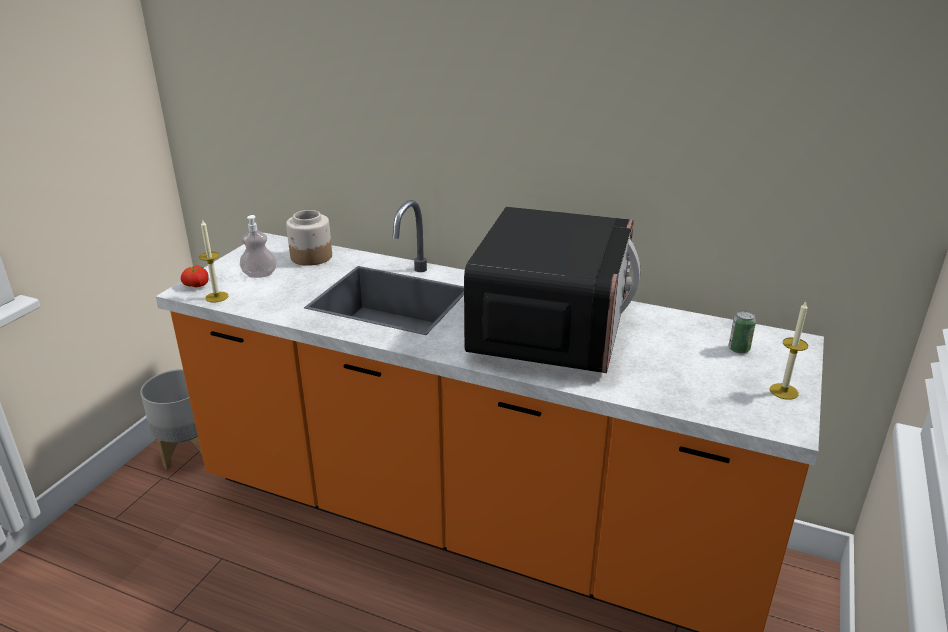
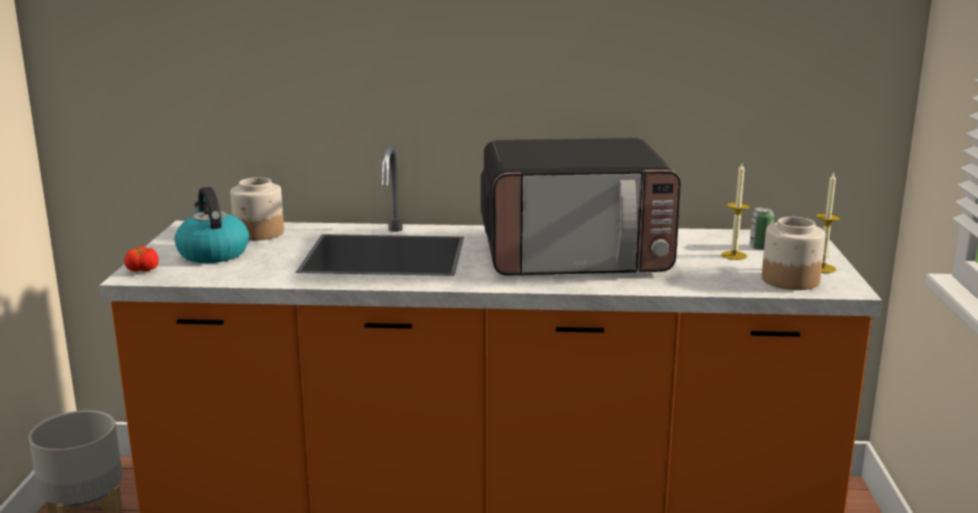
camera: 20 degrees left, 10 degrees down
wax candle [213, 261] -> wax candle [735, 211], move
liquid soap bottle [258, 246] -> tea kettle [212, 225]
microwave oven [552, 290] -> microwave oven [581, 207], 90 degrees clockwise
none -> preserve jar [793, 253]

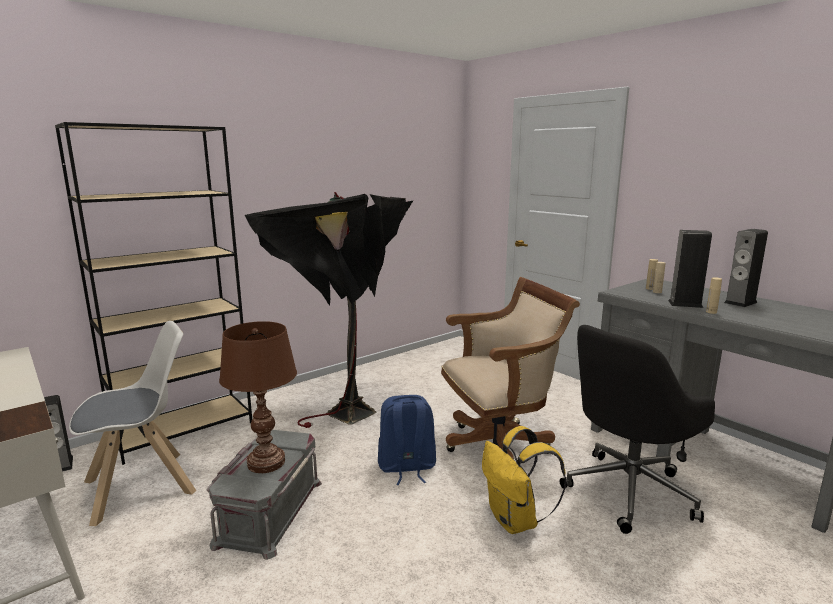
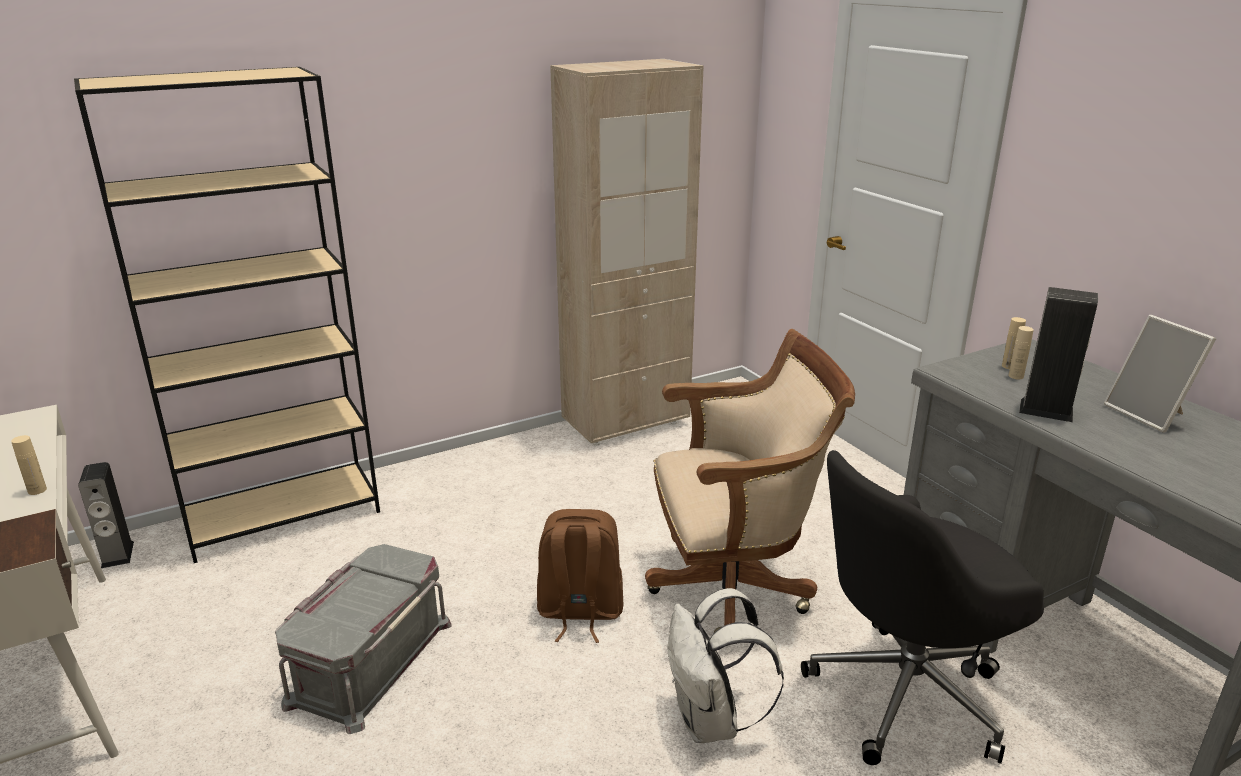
camera: 10 degrees right, 10 degrees up
plain chair [133, 423] -> none
brown-coloured tabletop lamp [258, 397] -> none
black standing lamp [329, 310] -> none
bluish rucksack [407, 440] -> brown-coloured rucksack [580, 576]
yellowish rucksack [524, 480] -> whitish rucksack [725, 665]
beige-coloured bottle [714, 295] -> beige-coloured bottle [29, 465], move
audio speaker [746, 268] -> standing frame [1160, 374]
none -> beige-coloured cabinet [627, 252]

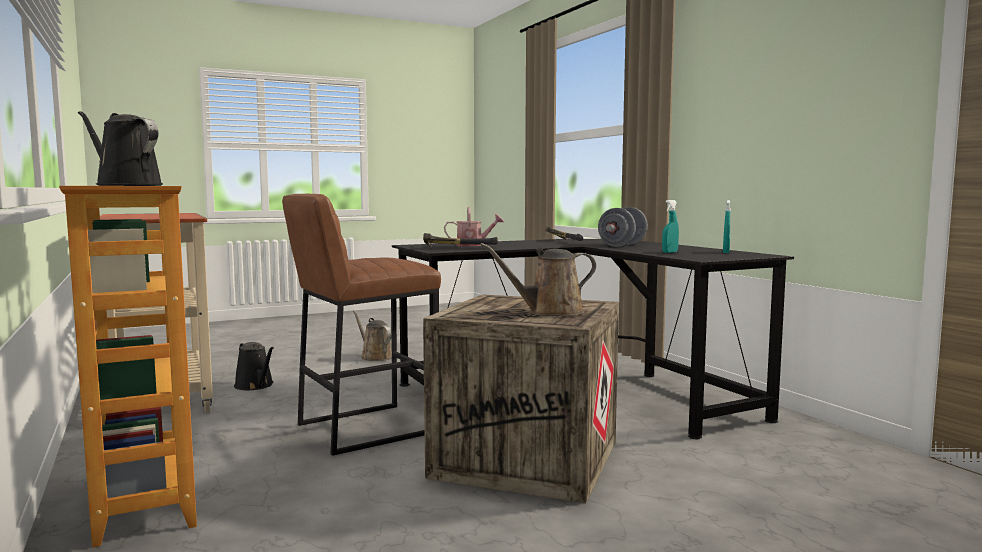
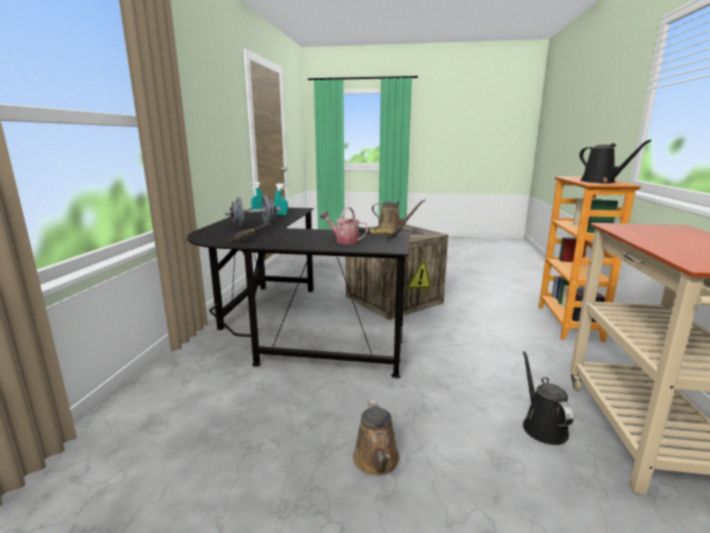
camera: 145 degrees left, 10 degrees up
brown-coloured stool seat [361, 325] -> none

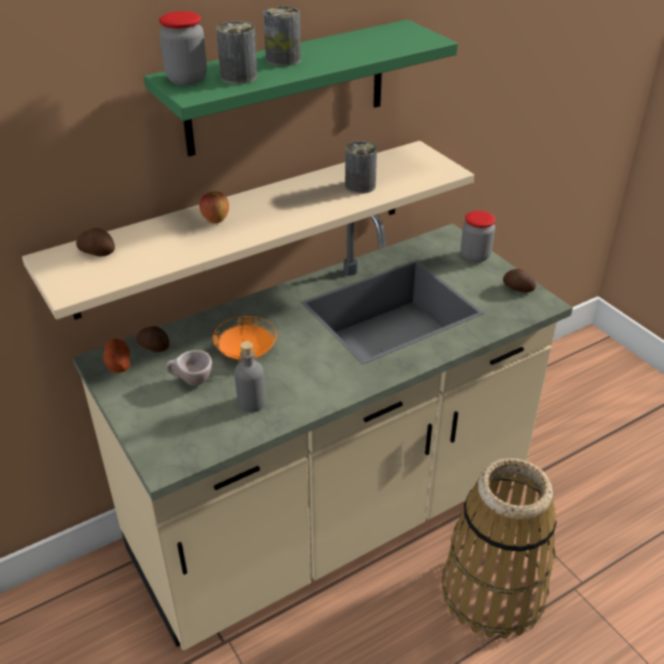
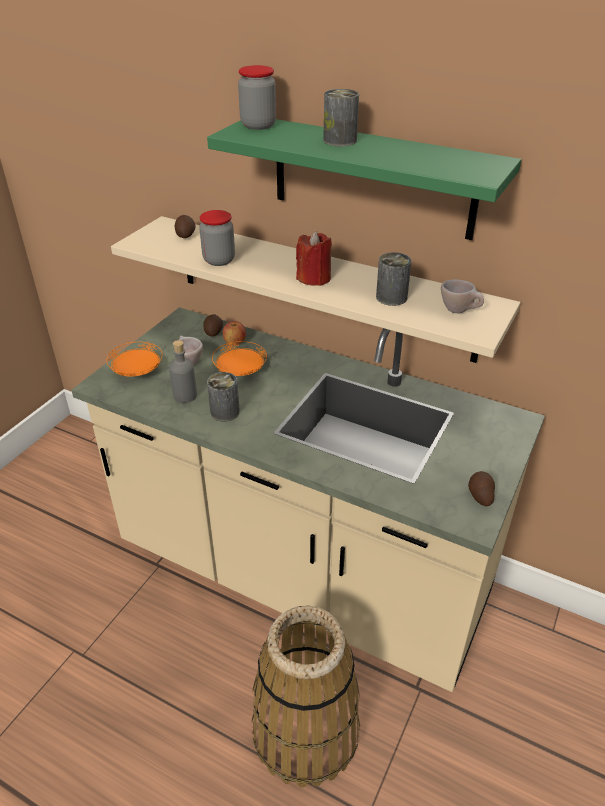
camera: 60 degrees right, 0 degrees up
spud [116, 356] -> none
apple fruit [214, 207] -> apple fruit [234, 333], move
metal can [236, 52] -> metal can [223, 397], move
preserve jar [478, 236] -> preserve jar [217, 238], move
none -> orange flat dish [134, 359]
none -> red-coloured wax candle [314, 258]
none -> beige-coloured cup [462, 296]

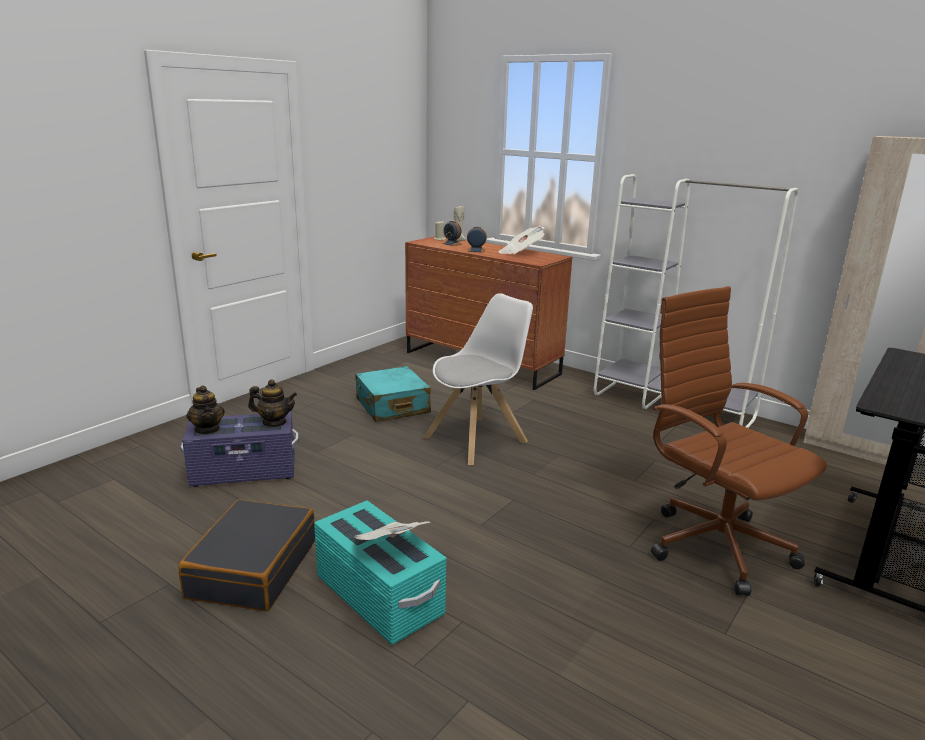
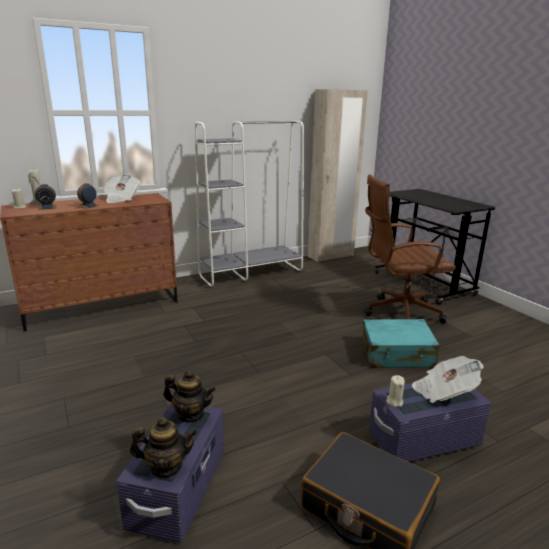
camera: 65 degrees left, 0 degrees up
pot for tea [272, 403] -> pot for tea [190, 396], 75 degrees clockwise
turquoise-coloured storage bin [380, 573] -> purple-coloured storage bin [430, 422]
turquoise-coloured travel case [393, 394] -> turquoise-coloured travel case [401, 343], move
plain chair [478, 379] -> none
none -> beige-coloured wax candle [395, 391]

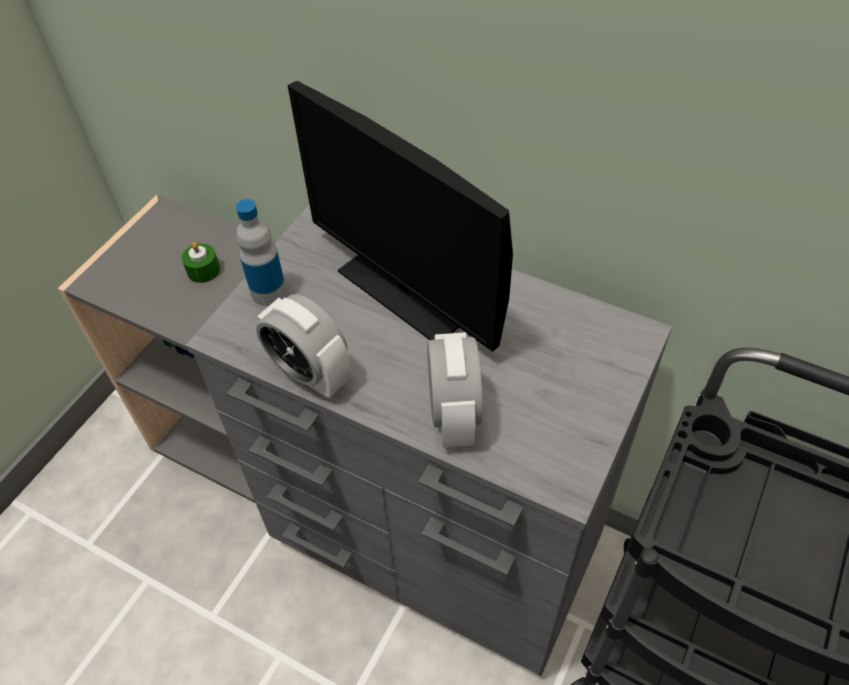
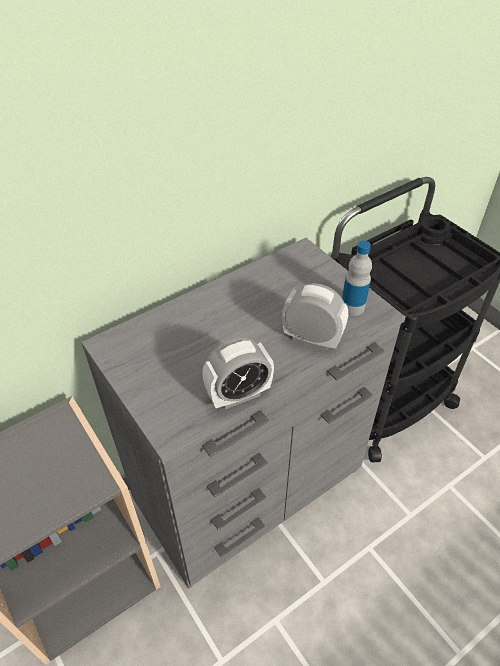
camera: 65 degrees left, 5 degrees down
greenish wax candle [201, 262] -> none
bottle [261, 252] -> bottle [357, 278], move
monitor [400, 216] -> none

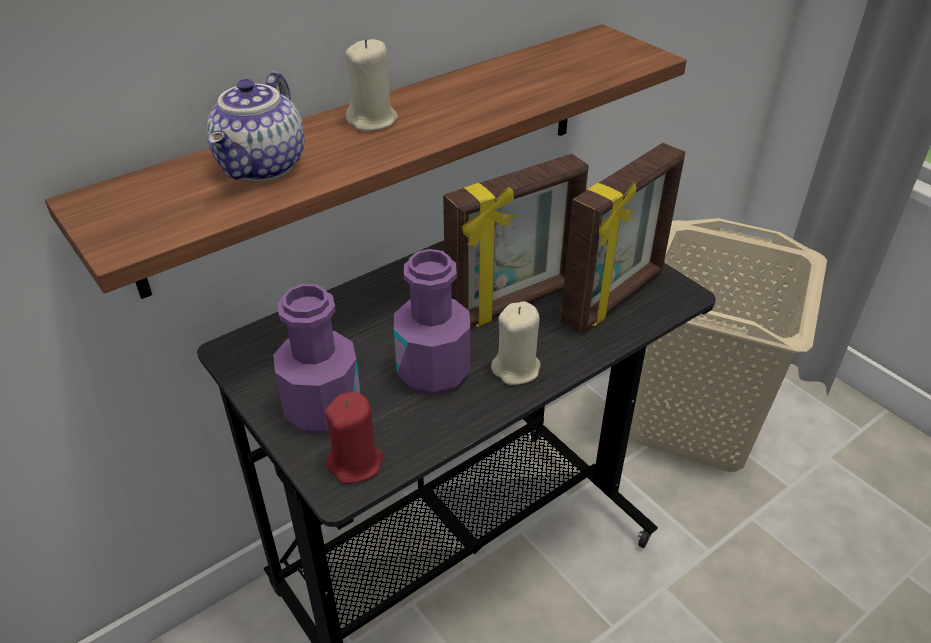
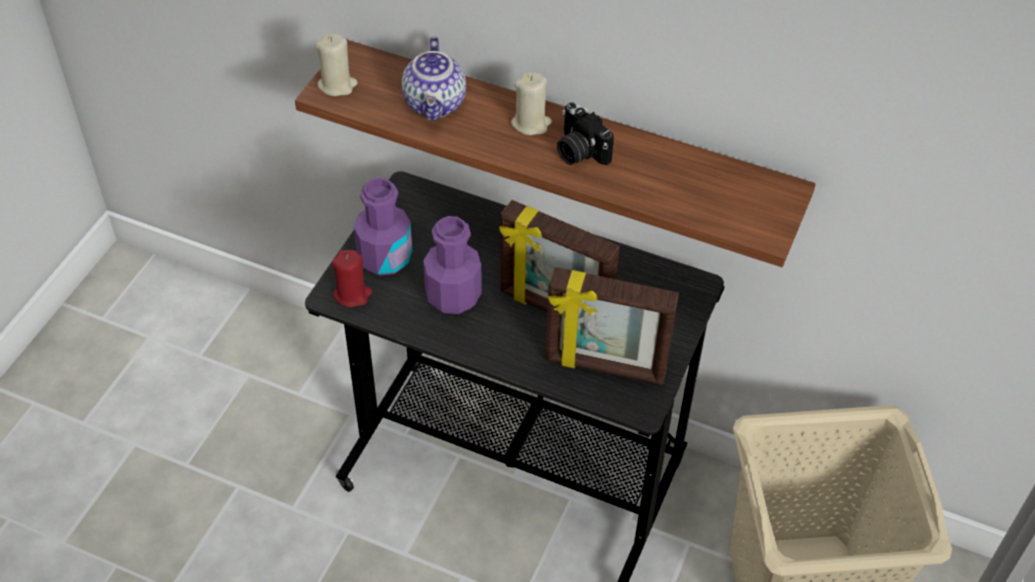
camera: 60 degrees right, 10 degrees up
pot for tea [255, 126] -> pot for tea [434, 78], 75 degrees counterclockwise
beige-coloured wax candle [516, 343] -> beige-coloured wax candle [337, 65], move
none -> photo camera [585, 133]

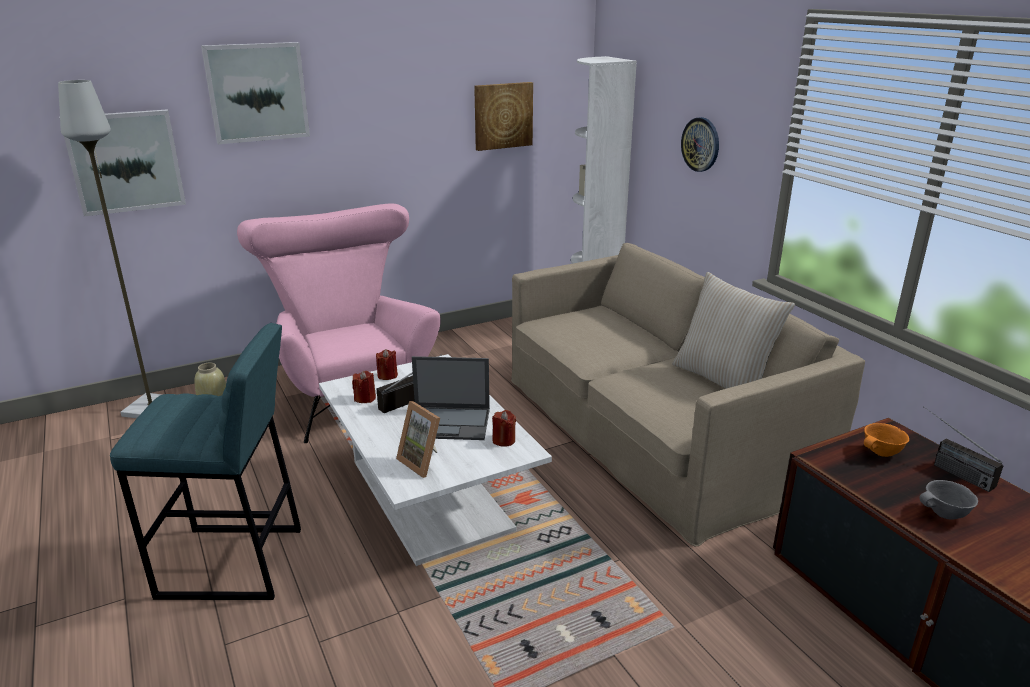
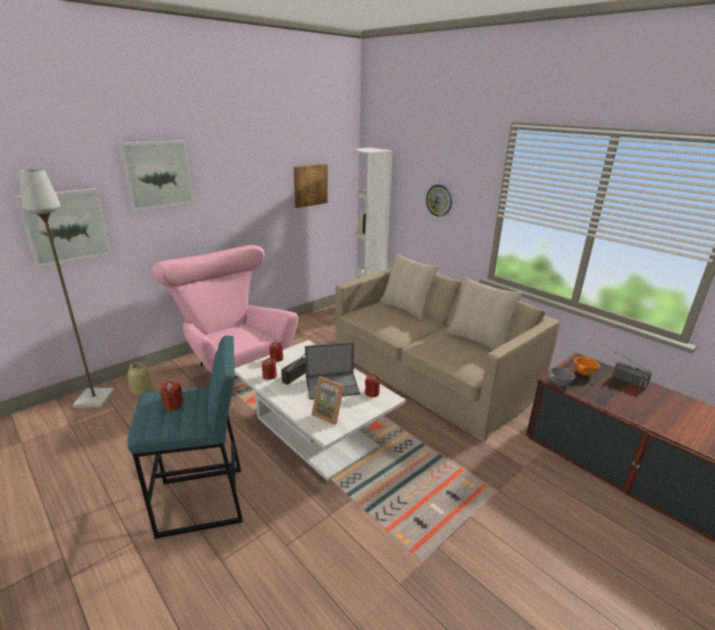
camera: 15 degrees left, 0 degrees up
grey bowl [948, 500] -> grey bowl [561, 377], move
none -> red-coloured wax candle [172, 396]
none -> beige-coloured cushion [409, 286]

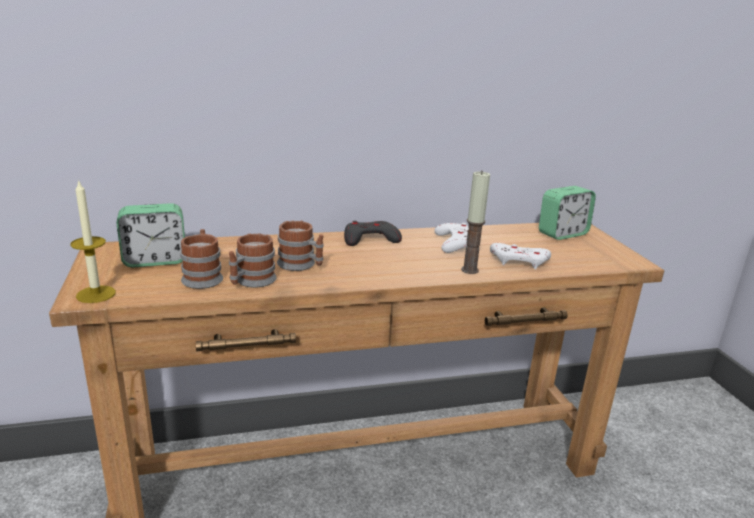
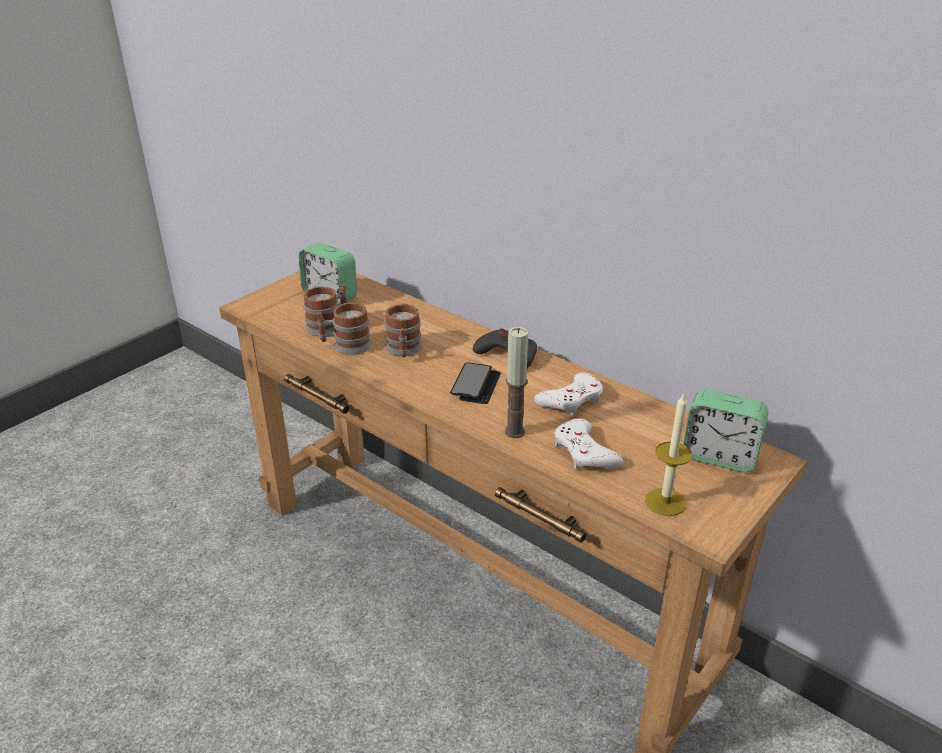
camera: 55 degrees right, 10 degrees up
wax candle [93, 241] -> wax candle [668, 454], move
none -> telephone [475, 383]

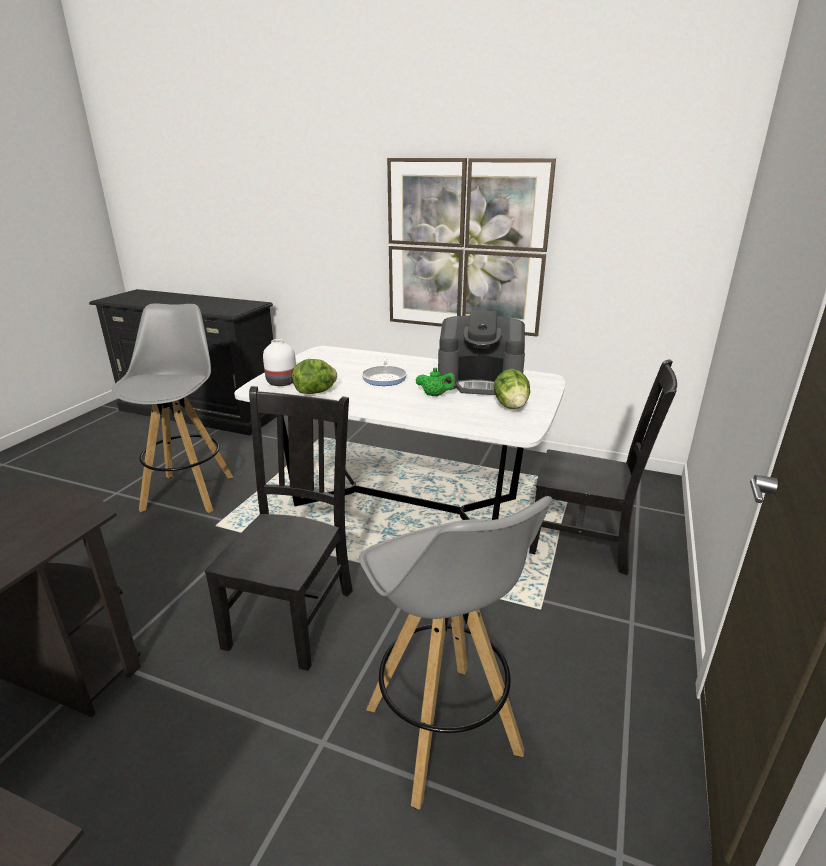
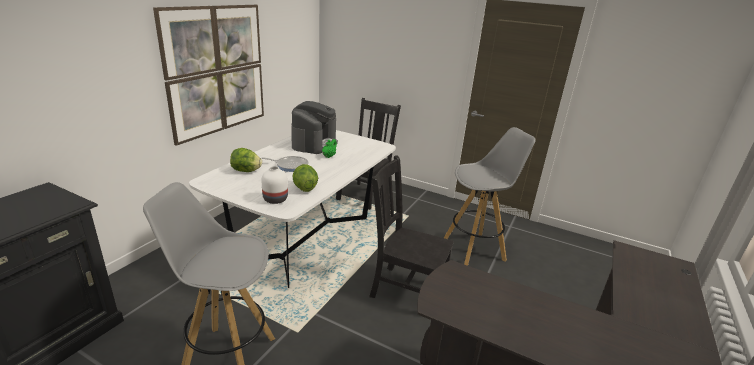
camera: 85 degrees left, 0 degrees up
lettuce [511, 389] -> lettuce [246, 160], move

